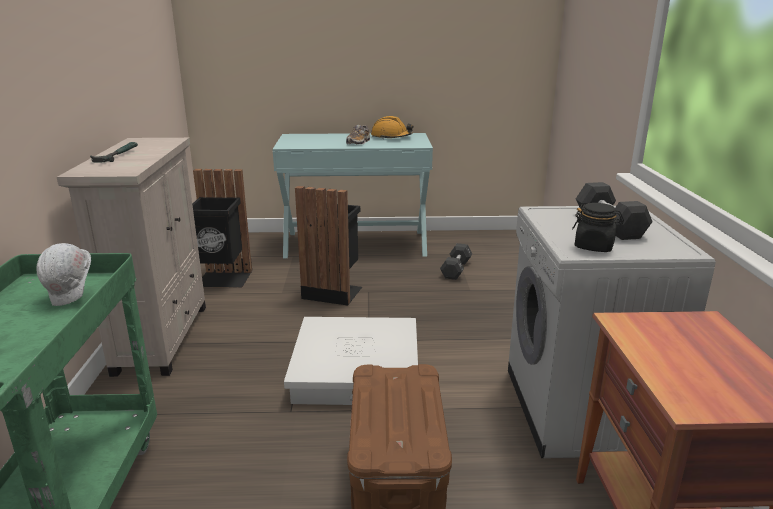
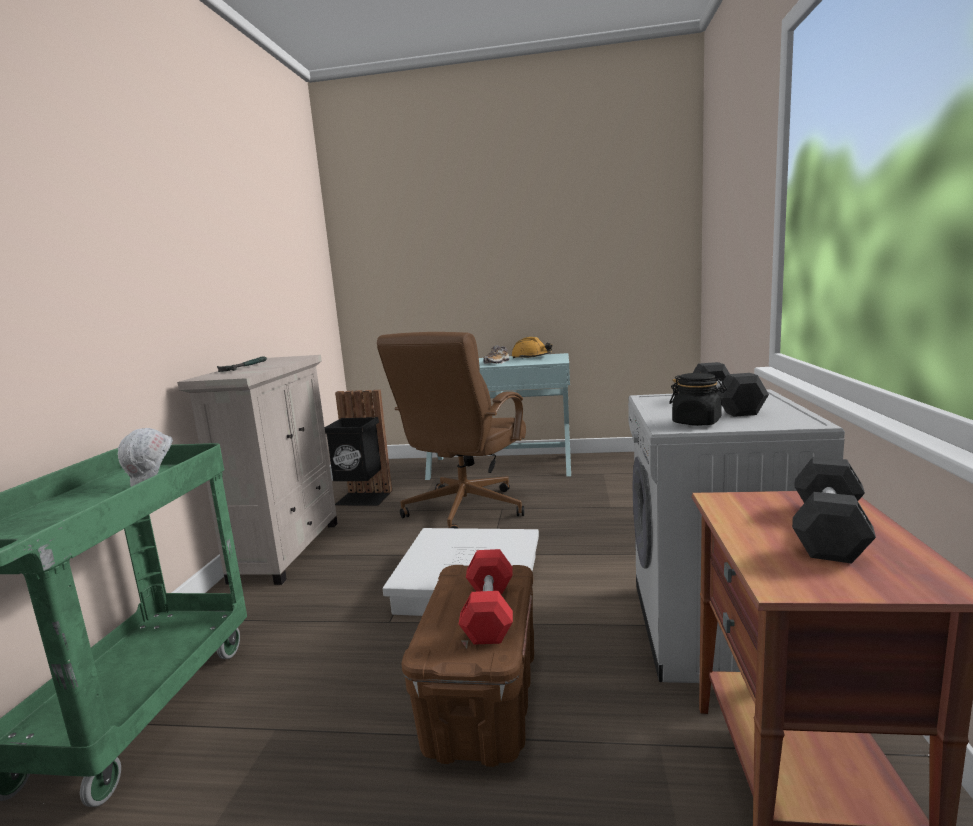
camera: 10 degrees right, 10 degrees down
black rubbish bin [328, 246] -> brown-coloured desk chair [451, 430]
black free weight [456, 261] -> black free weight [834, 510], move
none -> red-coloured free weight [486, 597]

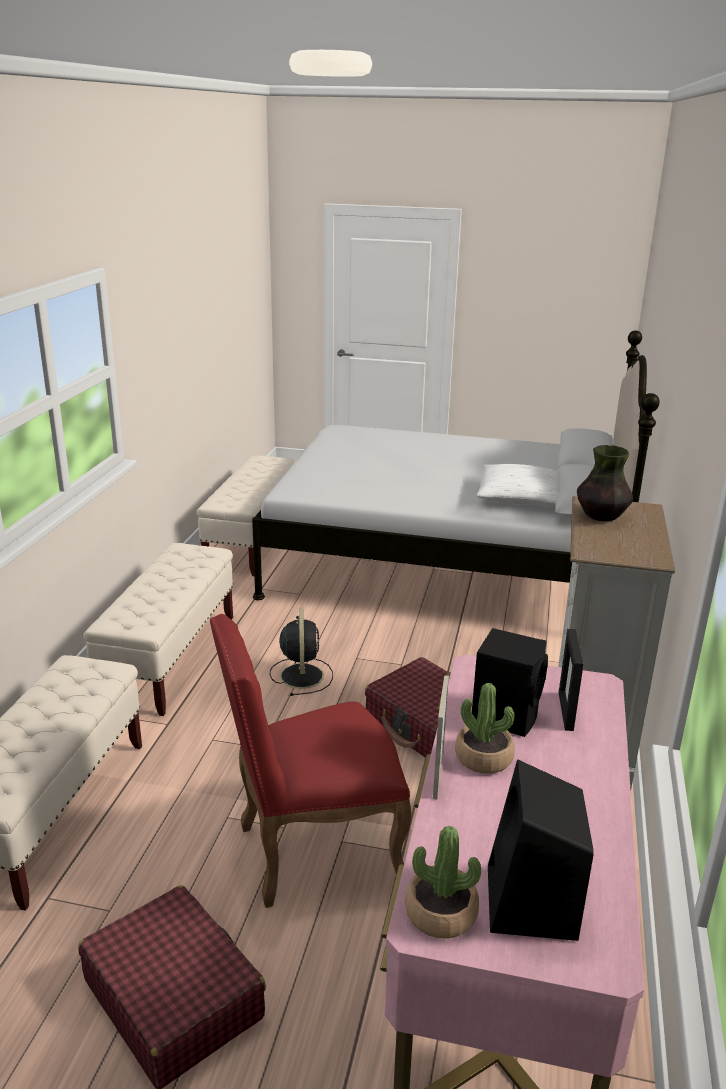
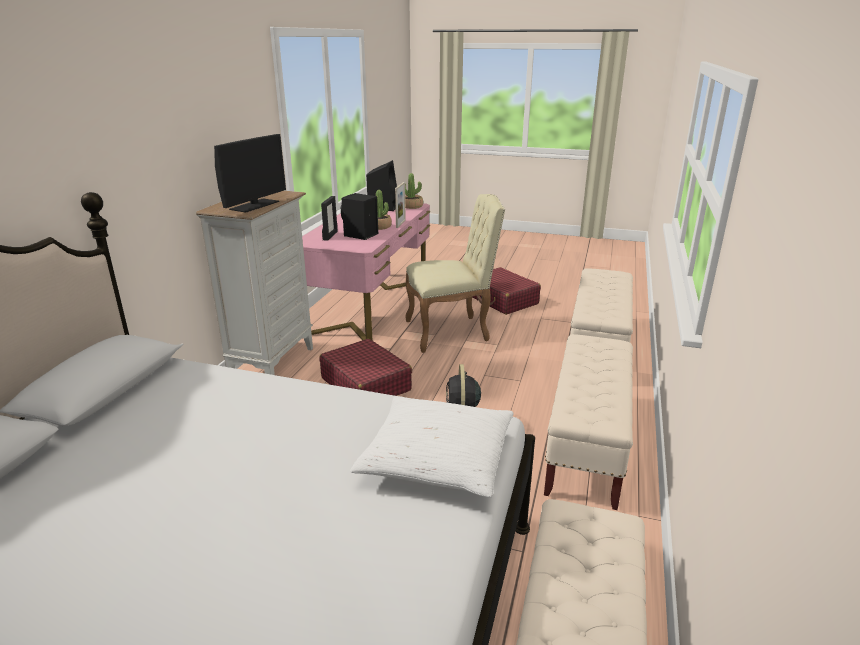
camera: 175 degrees left, 0 degrees up
red-coloured plain chair [310, 761] -> beige-coloured plain chair [455, 273]
whitish cushion [518, 485] -> whitish cushion [432, 446], move
vase [605, 483] -> monitor [250, 173]

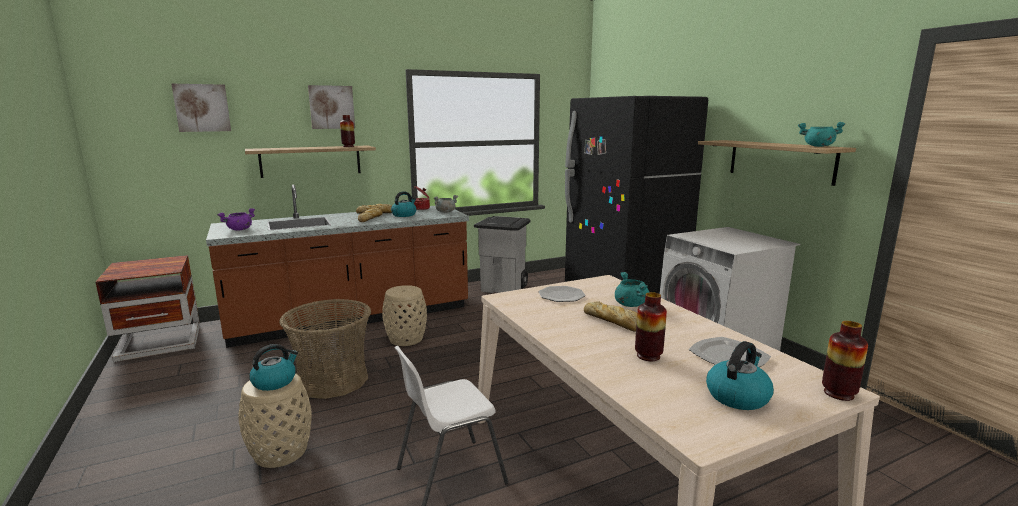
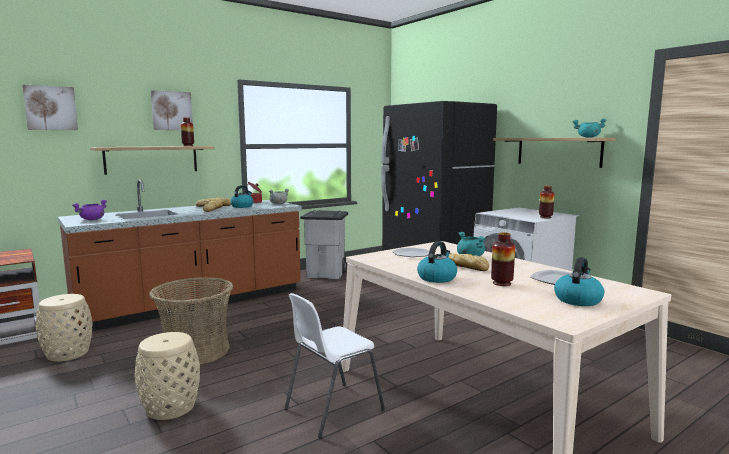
camera: 10 degrees left, 5 degrees down
tea kettle [273, 367] -> tea kettle [437, 262], move
beige-coloured stool seat [404, 315] -> beige-coloured stool seat [64, 328], move
vase [845, 361] -> vase [546, 202], move

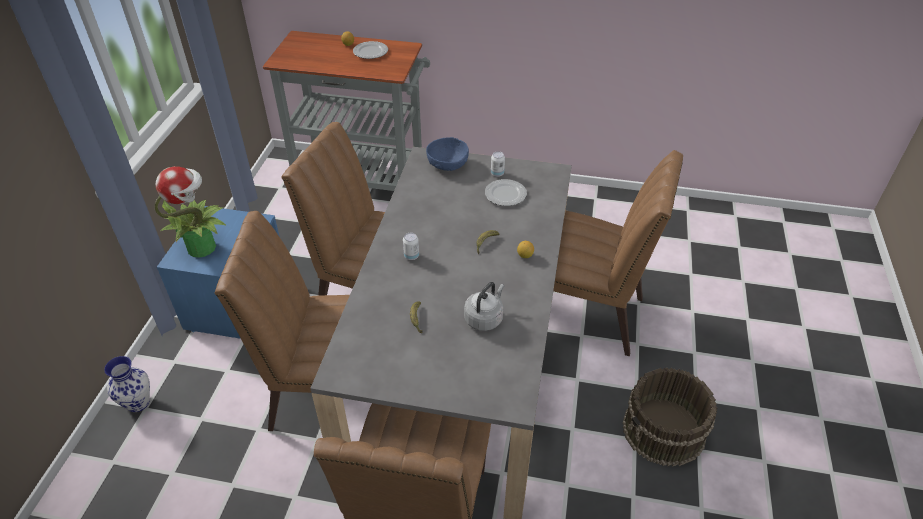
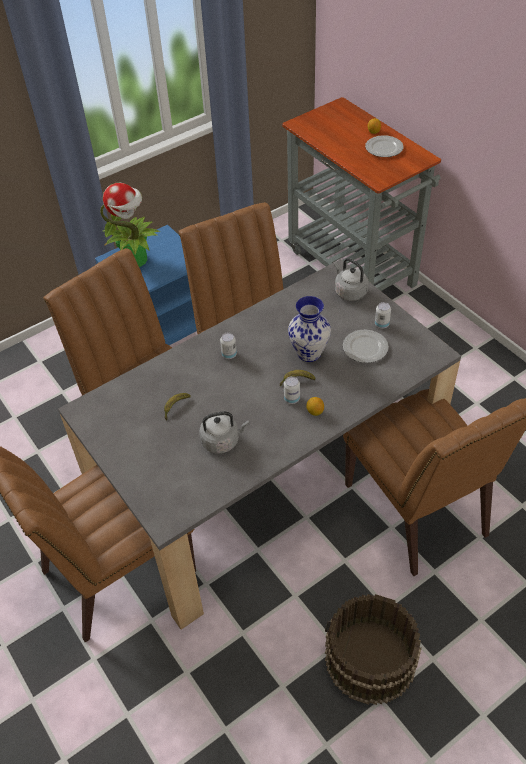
camera: 45 degrees right, 5 degrees up
vase [127, 384] -> vase [309, 329], move
bluish bowl [447, 154] -> grey tea kettle [351, 279]
none -> metal can [292, 390]

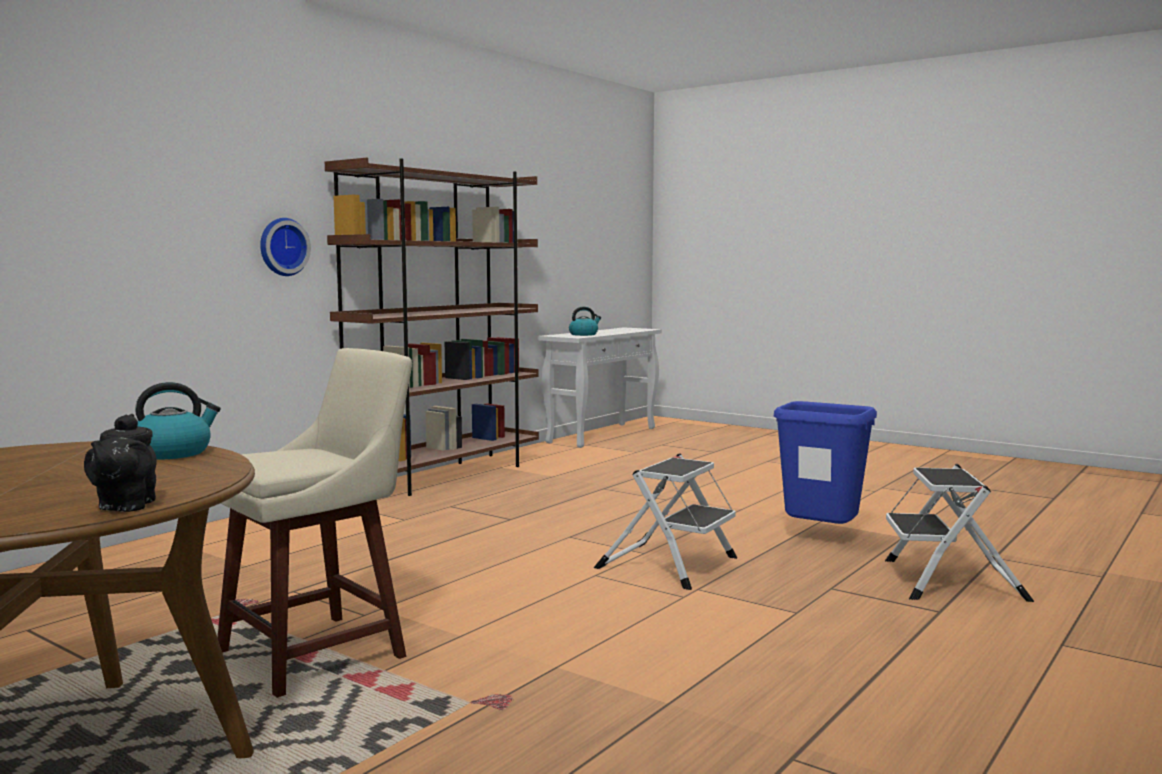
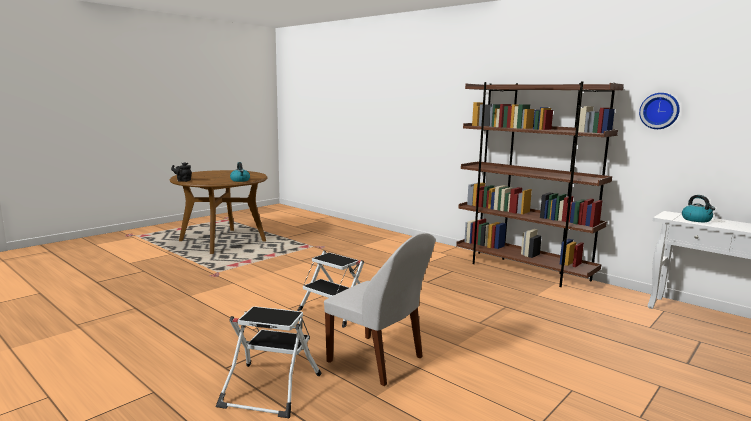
camera: 95 degrees right, 5 degrees up
beige-coloured stool seat [314, 523] -> none
hanging clock [285, 247] -> hanging clock [659, 111], move
bluish rubbish bin [825, 462] -> whitish plain chair [379, 309]

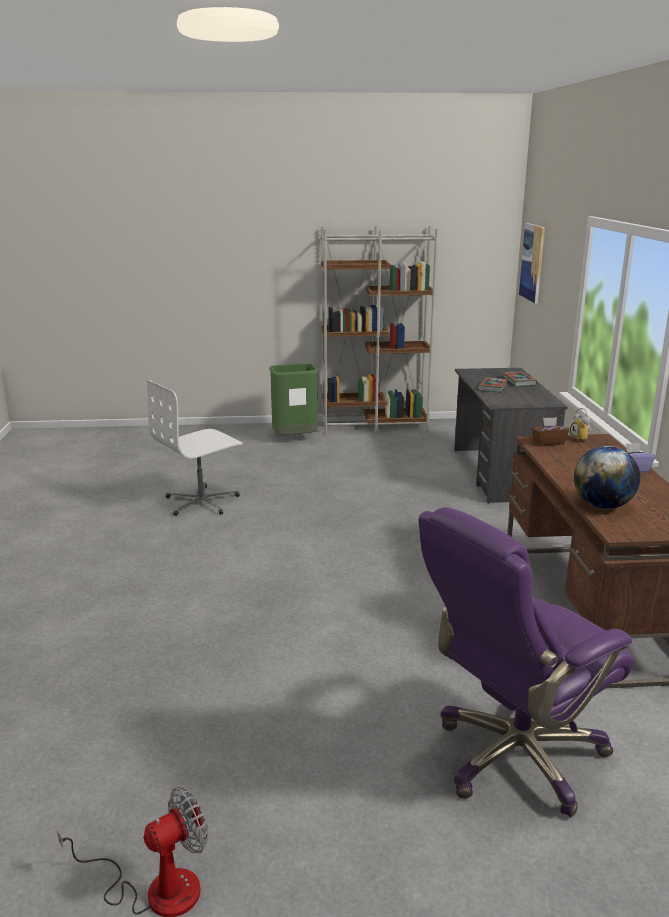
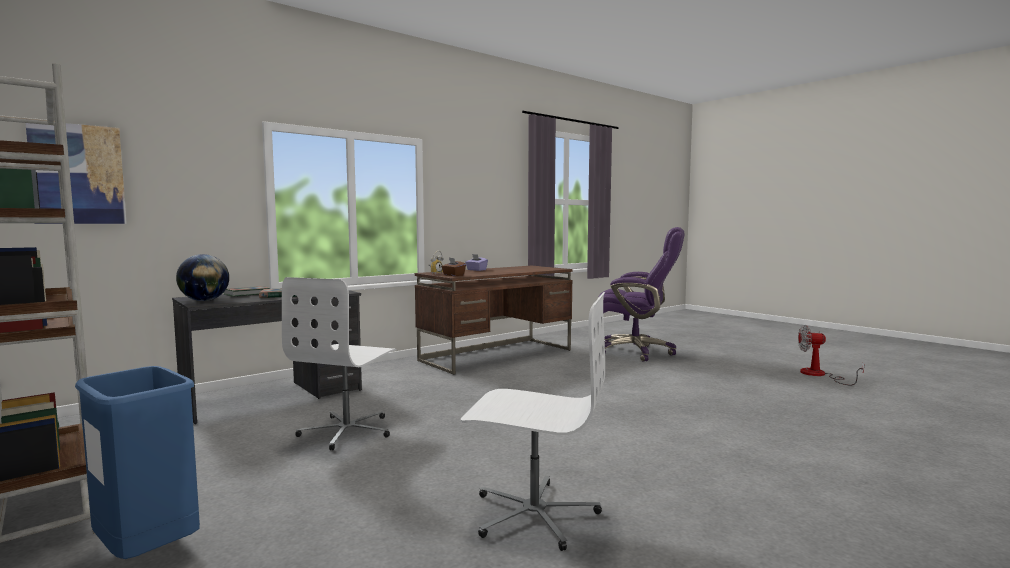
camera: 125 degrees left, 15 degrees down
greenish rubbish bin [293, 399] -> bluish rubbish bin [137, 462]
desk globe [607, 477] -> desk globe [202, 277], move
none -> whitish desk chair [339, 363]

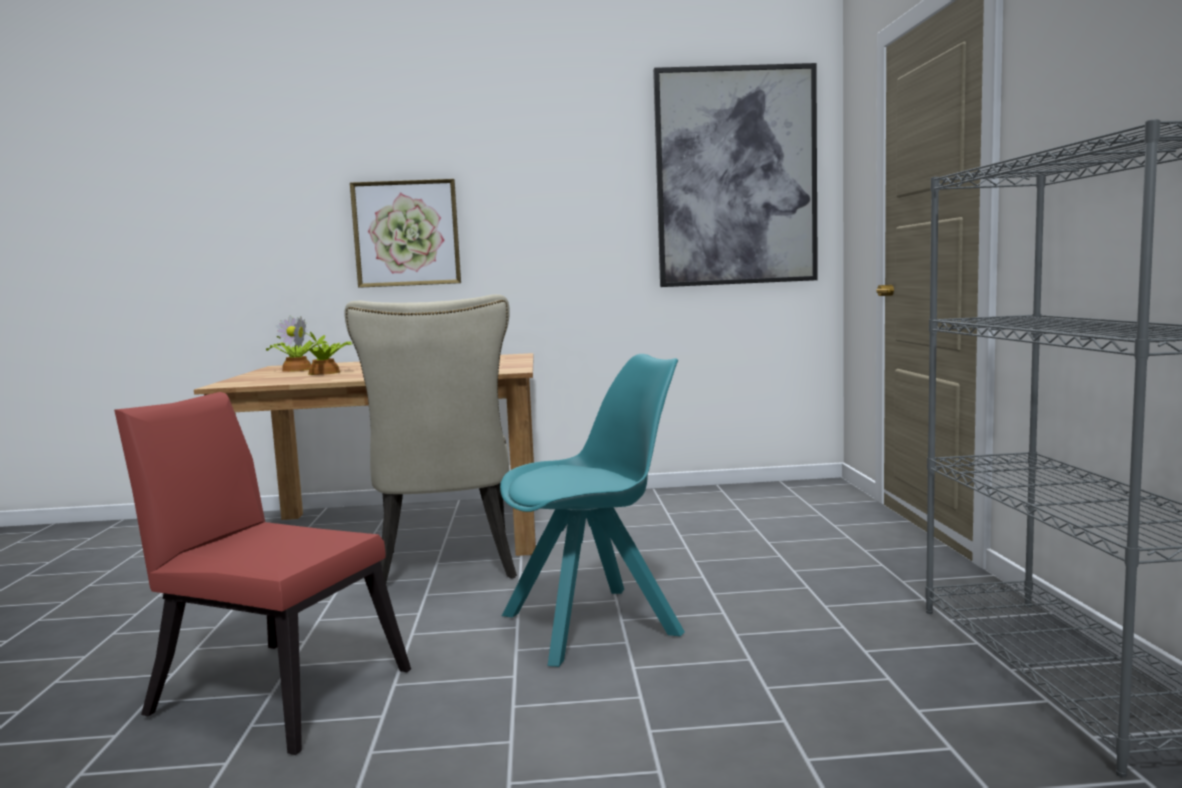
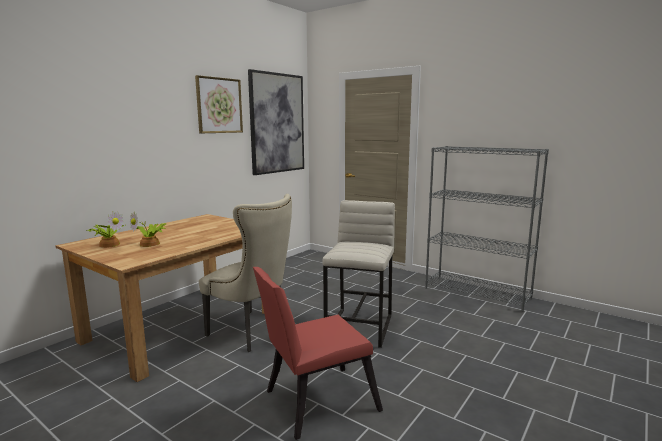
camera: 50 degrees left, 5 degrees up
wall picture [405, 233] -> wall picture [219, 104], move
turquoise-coloured plain chair [592, 510] -> beige-coloured stool seat [358, 274]

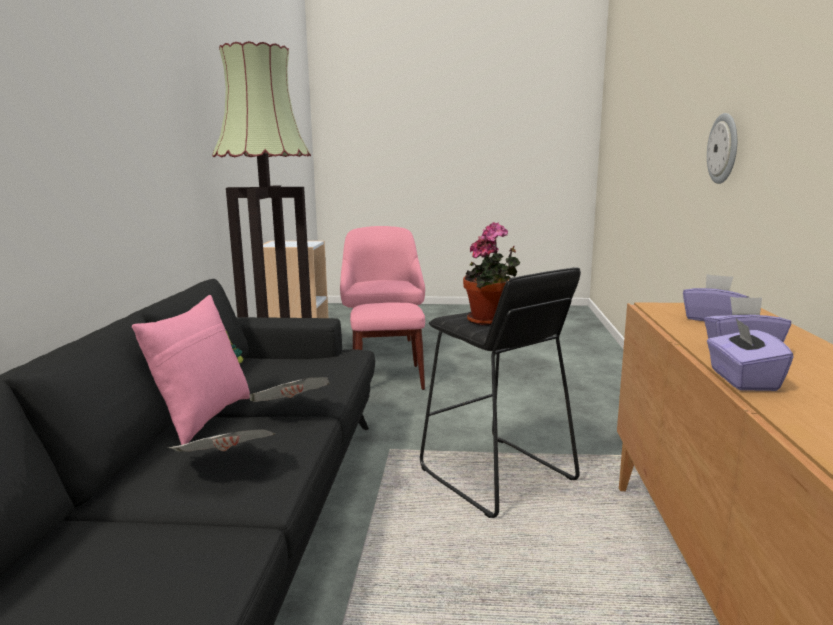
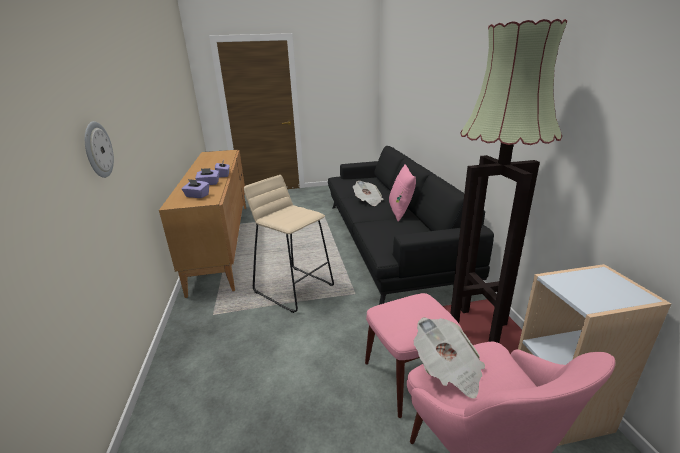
camera: 165 degrees right, 10 degrees up
printed paper [289, 389] -> printed paper [449, 358], move
black stool seat [500, 392] -> beige-coloured stool seat [289, 244]
houseplant [491, 273] -> none

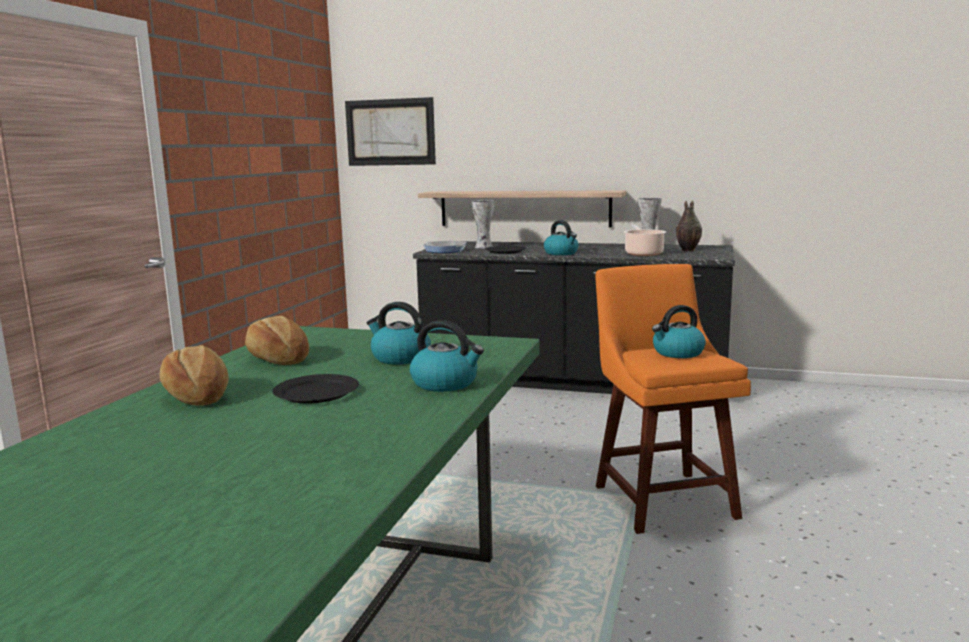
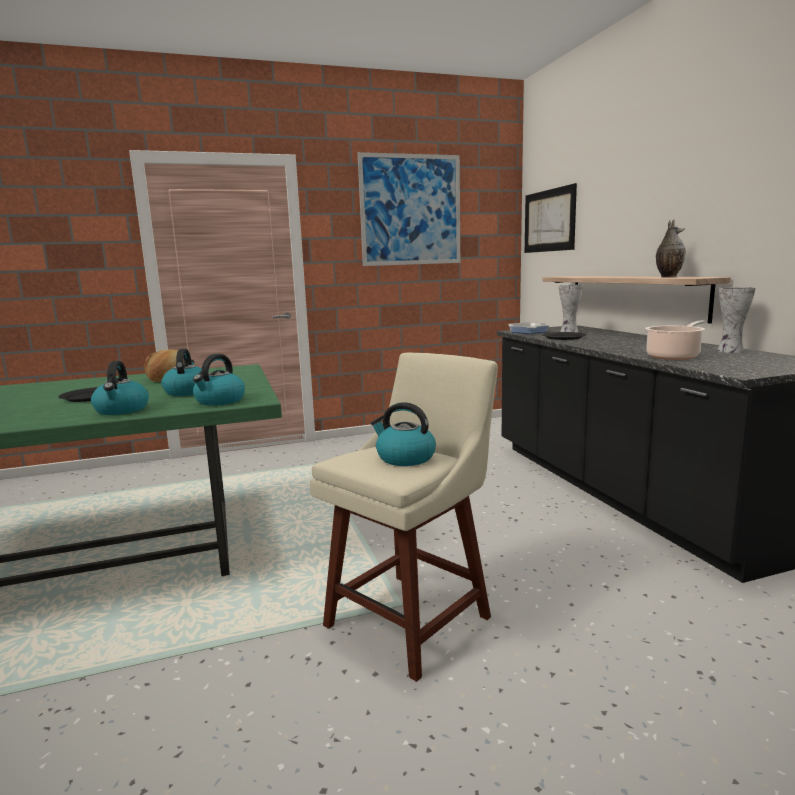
camera: 55 degrees right, 0 degrees up
bread [194, 375] -> none
tea kettle [561, 237] -> tea kettle [219, 380], move
orange stool seat [673, 399] -> beige-coloured stool seat [404, 517]
vase [689, 226] -> vase [671, 248], move
none -> wall picture [409, 209]

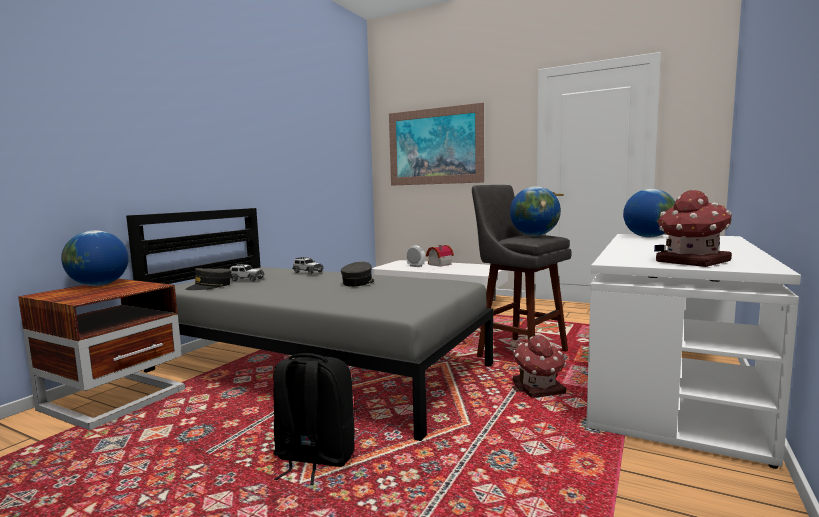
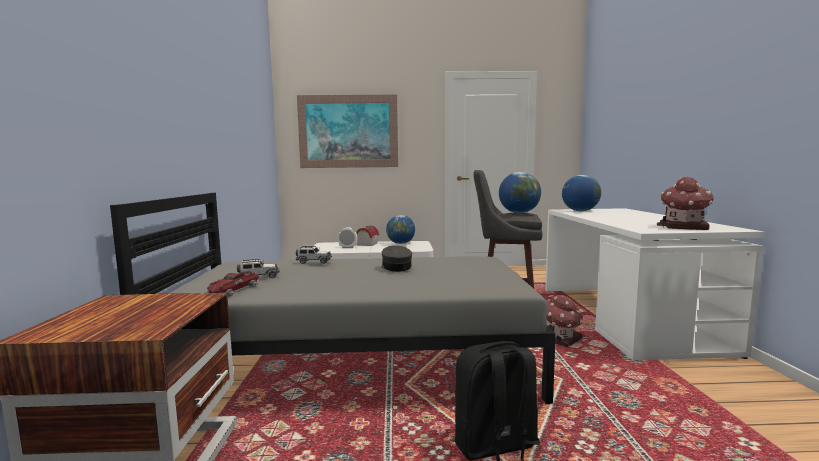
camera: 30 degrees left, 0 degrees up
desk globe [95, 258] -> desk globe [400, 229], move
grey baseball cap [208, 279] -> toy car [233, 284]

